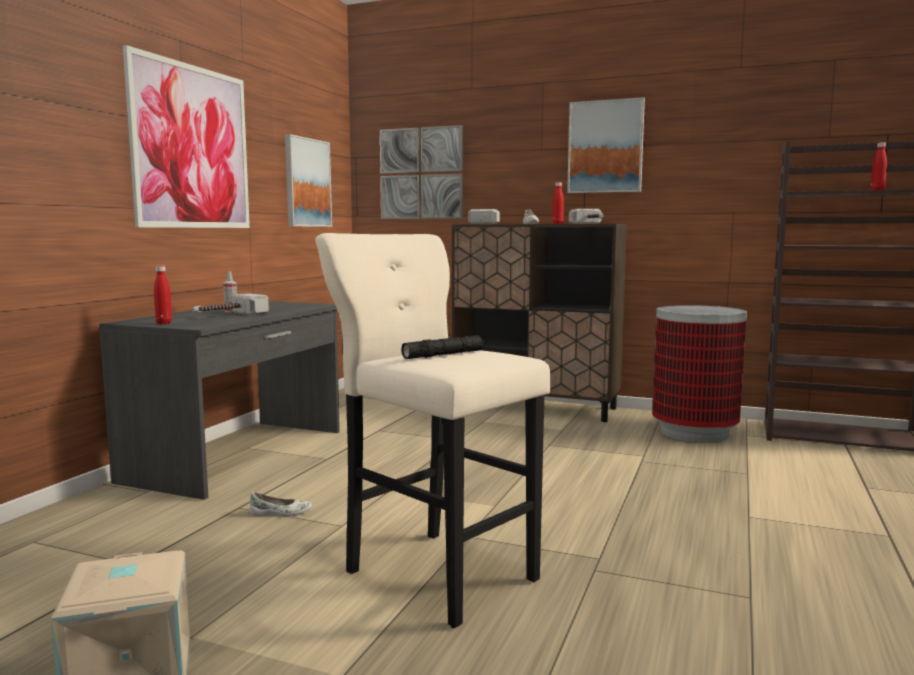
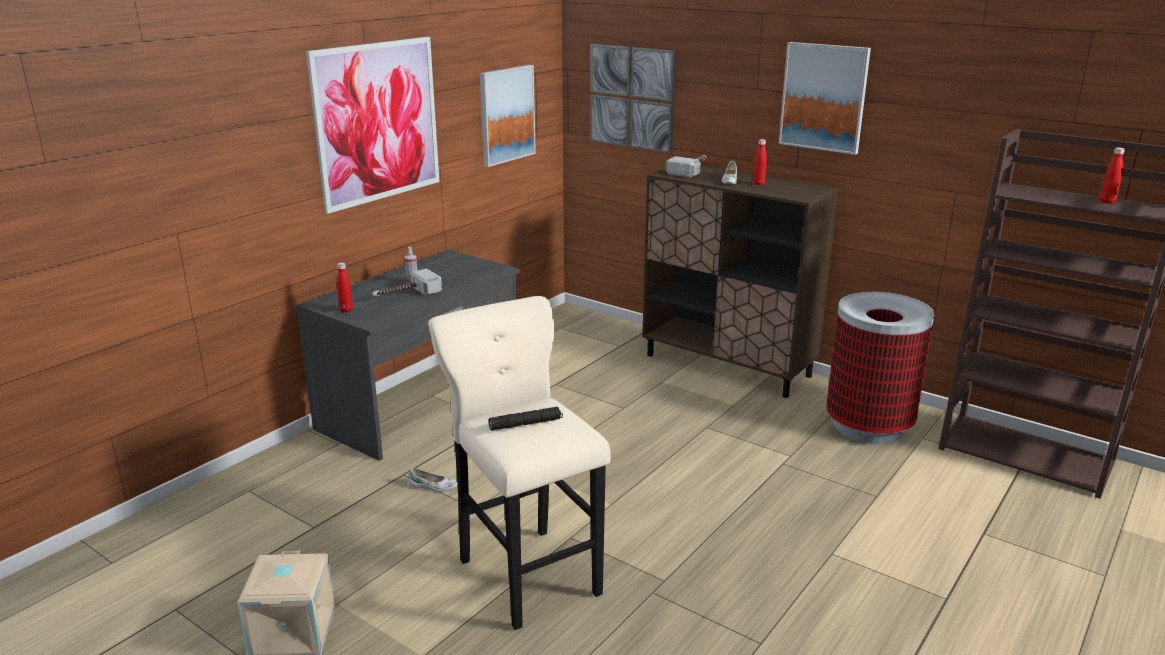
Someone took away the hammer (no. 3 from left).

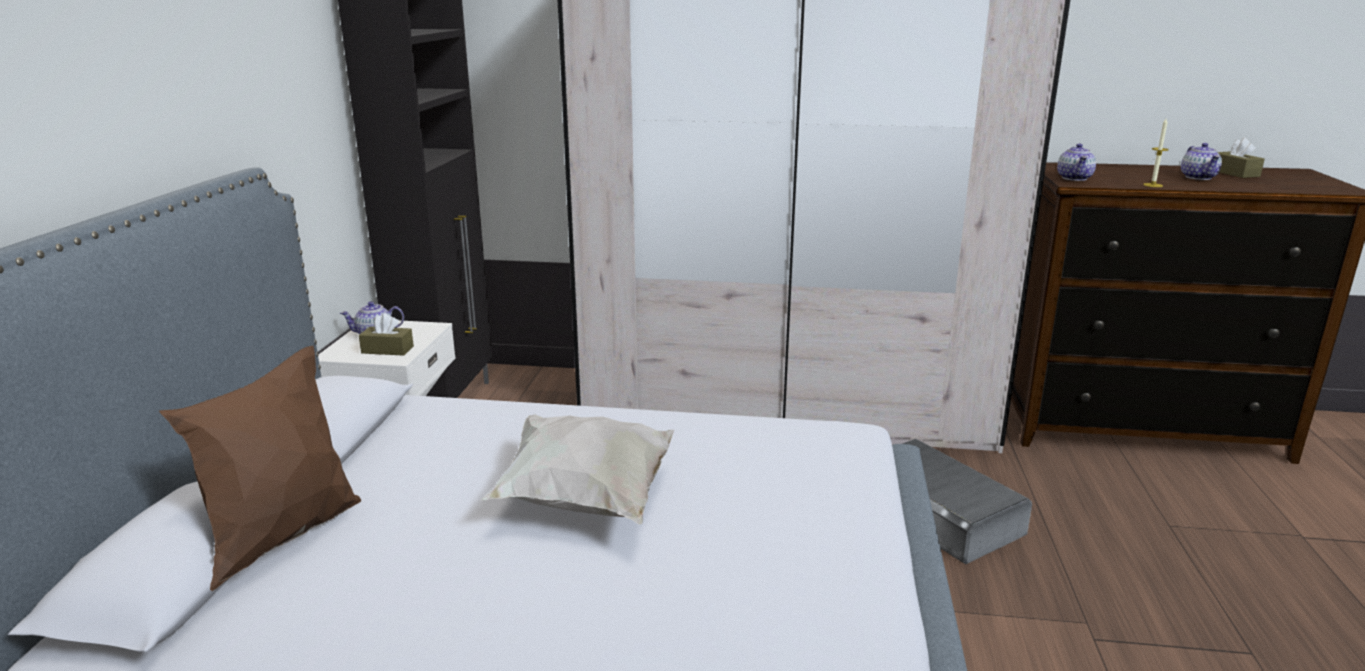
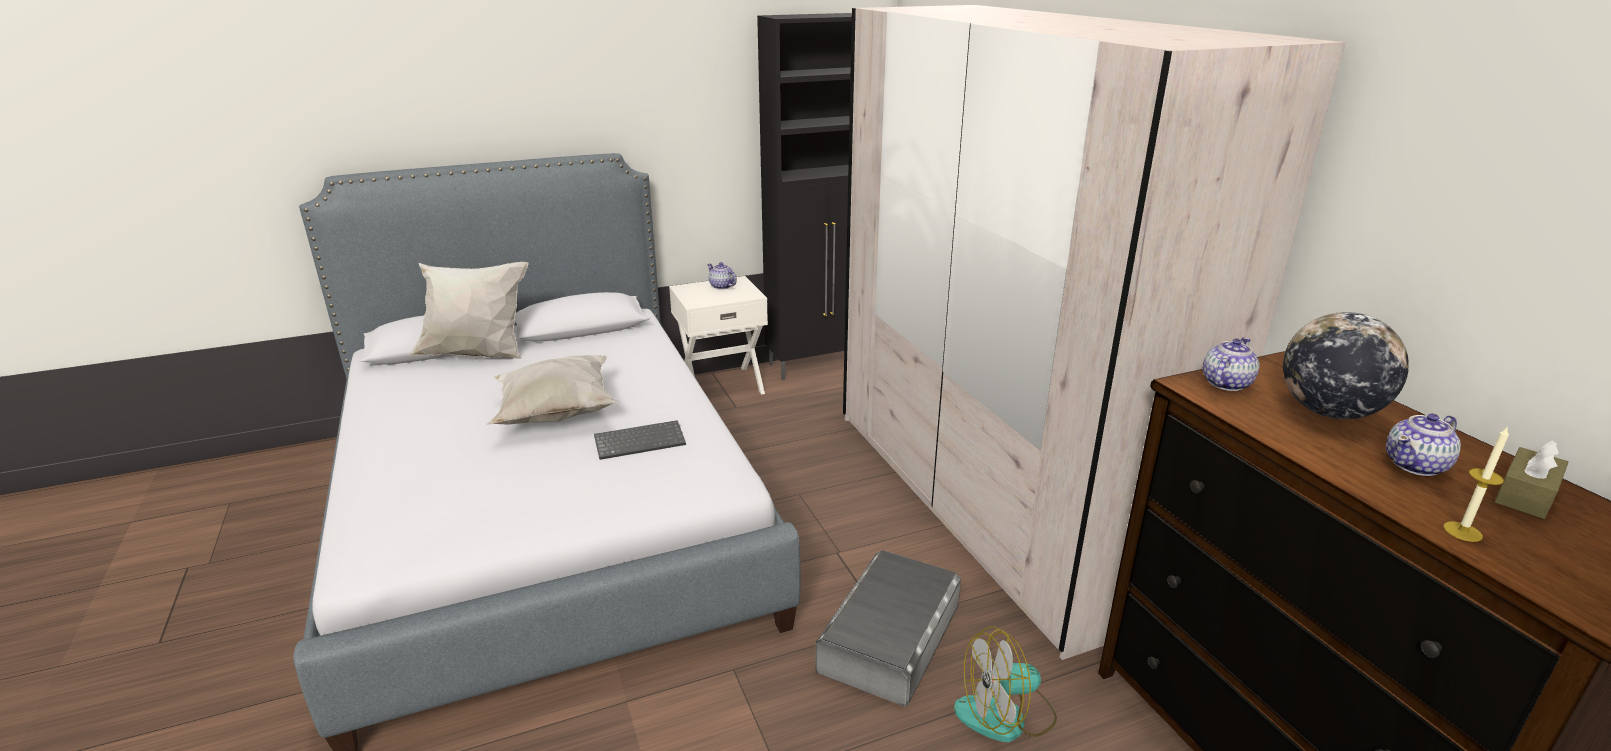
Someone took away the brown tissue box (no. 1 from left).
Someone put down the keyboard.
Someone put down the fan.
Someone put down the globe.
Someone carried the candle.
Someone repainted the brown pillow, which became the white pillow (no. 1 from left).
Someone rotated the teapot (no. 2 from left) by 150 degrees clockwise.

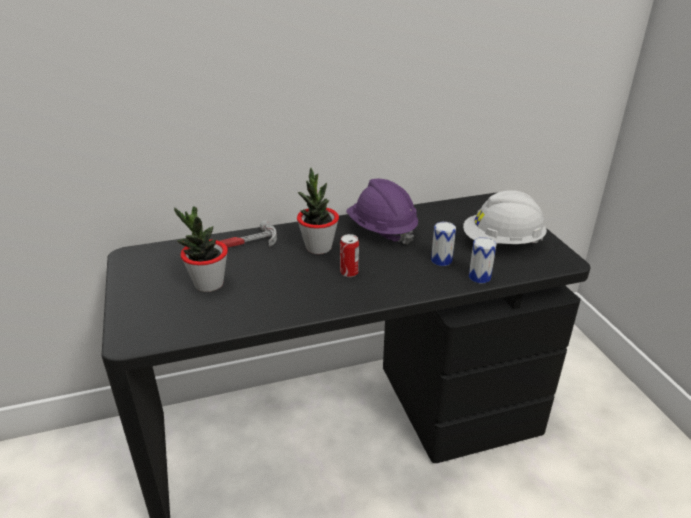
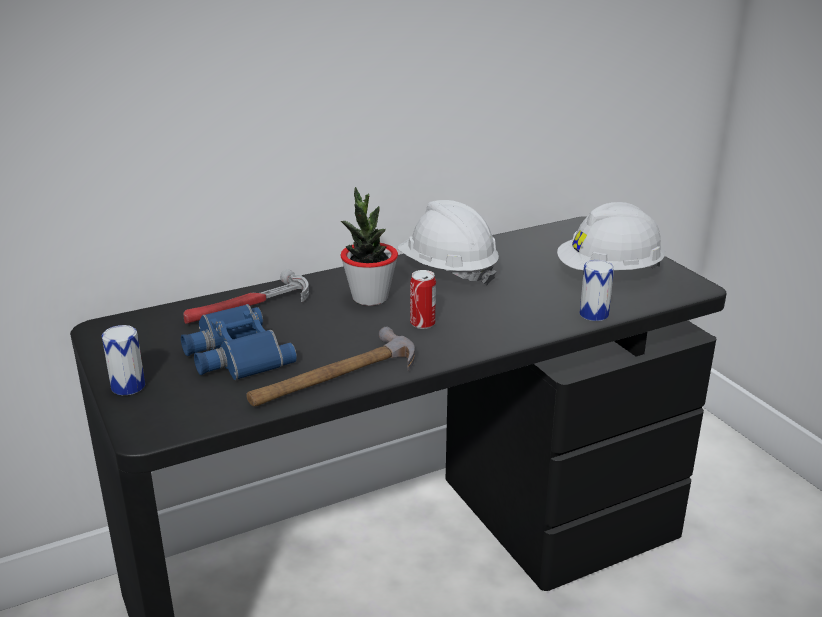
Someone put down the hammer (no. 2 from left).
Someone carried the can (no. 2 from left in the first image).
Someone swapped the potted plant (no. 1 from left) for the blue binoculars.
Someone repainted the purple hard hat, which became the white hard hat (no. 1 from left).

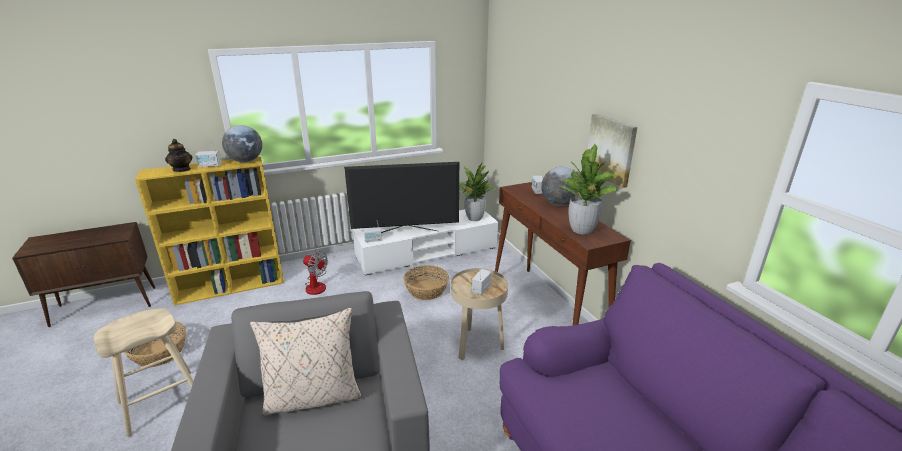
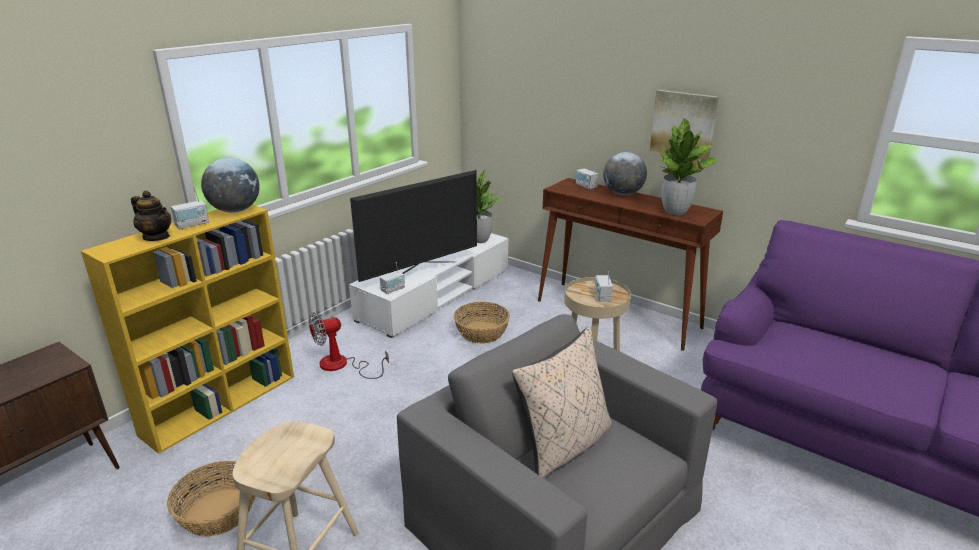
Someone rotated the fan by 150 degrees clockwise.

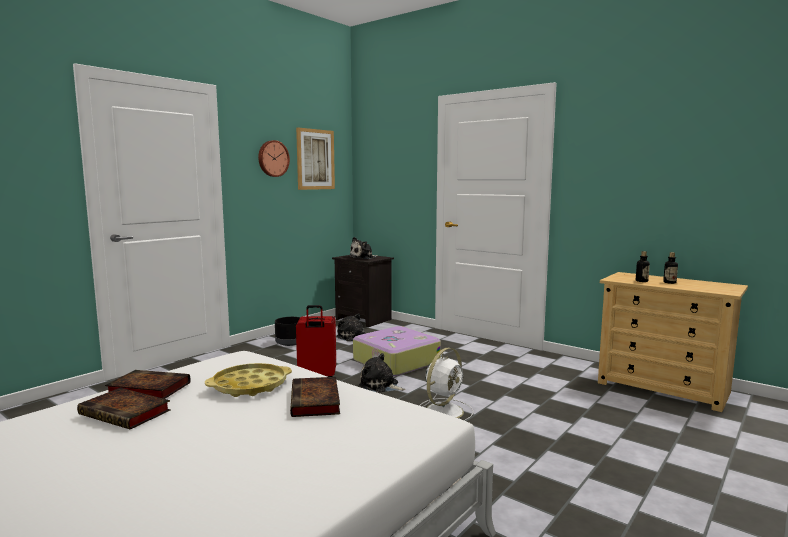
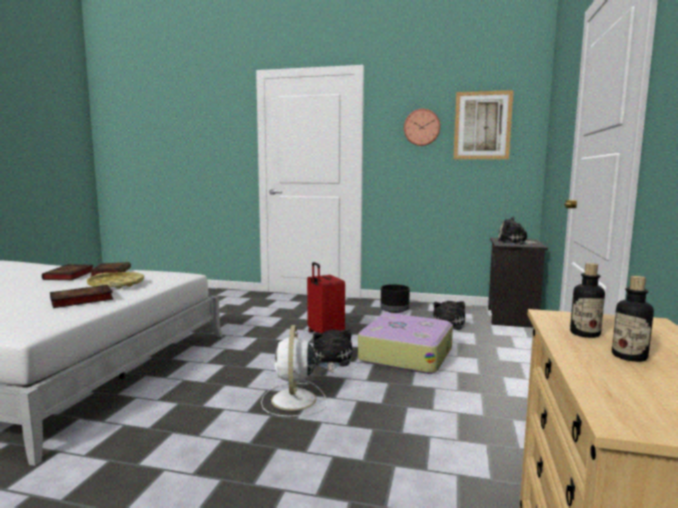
Someone rotated the white fan by 75 degrees clockwise.

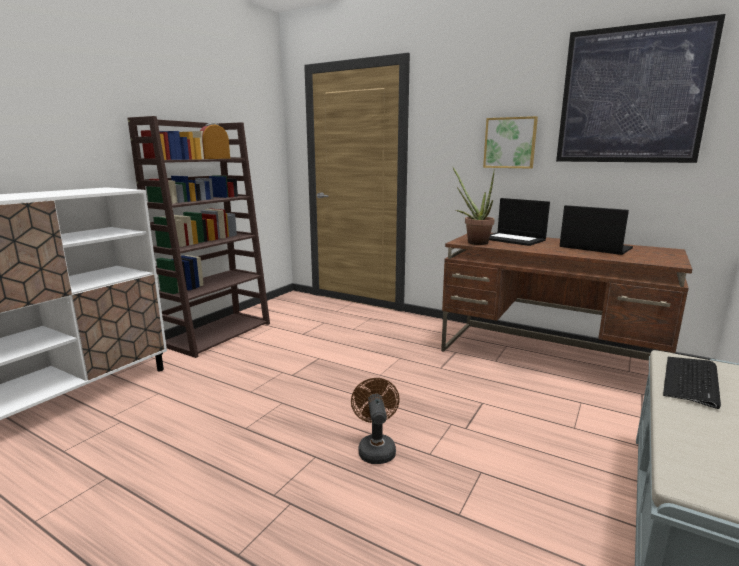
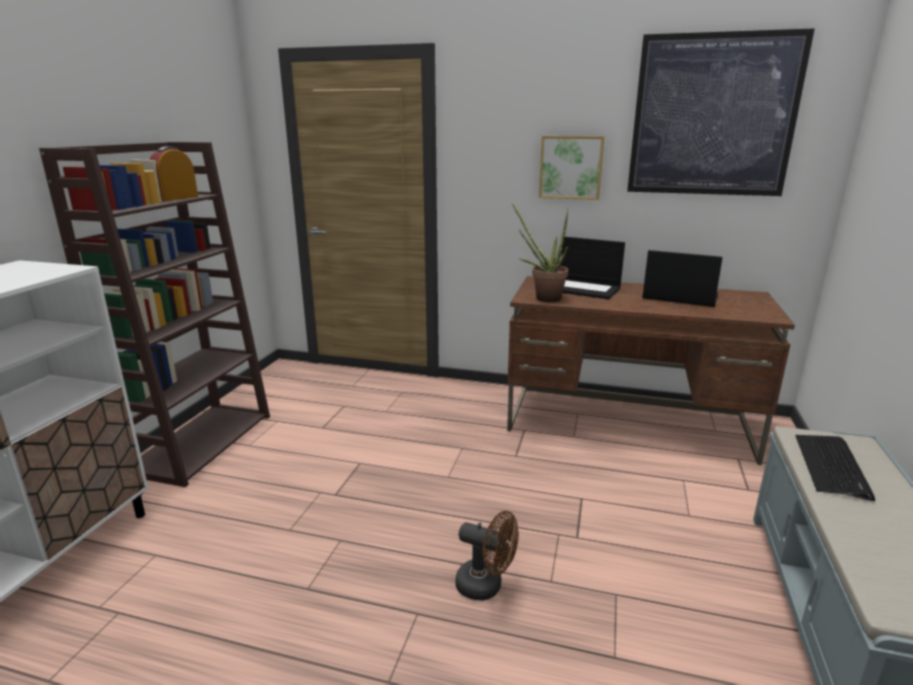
Someone rotated the brown fan by 135 degrees clockwise.

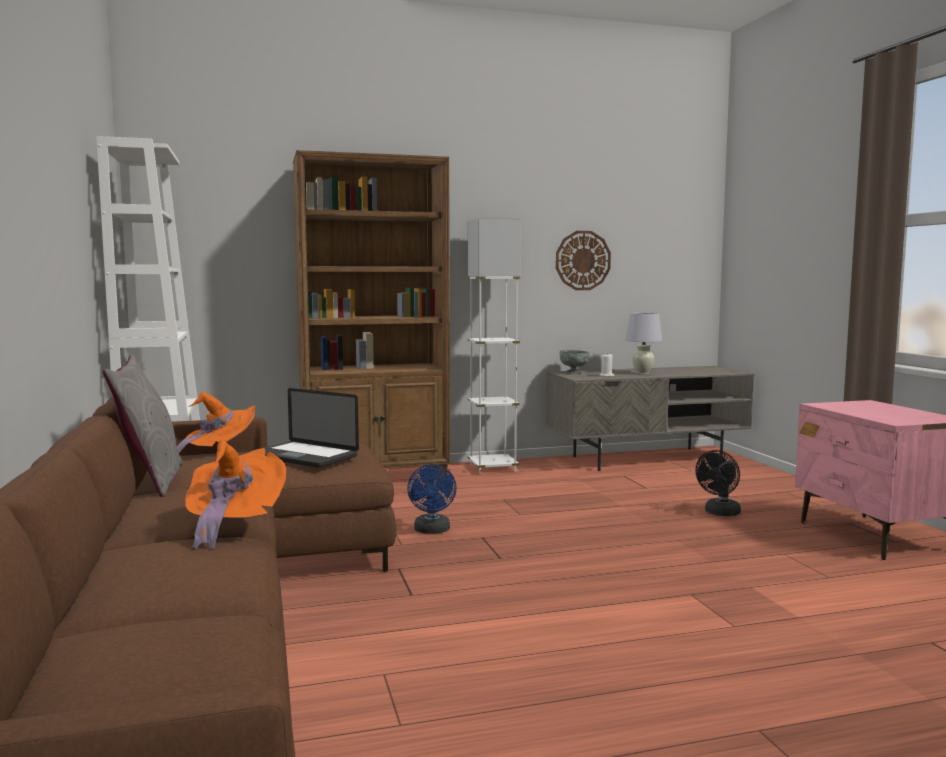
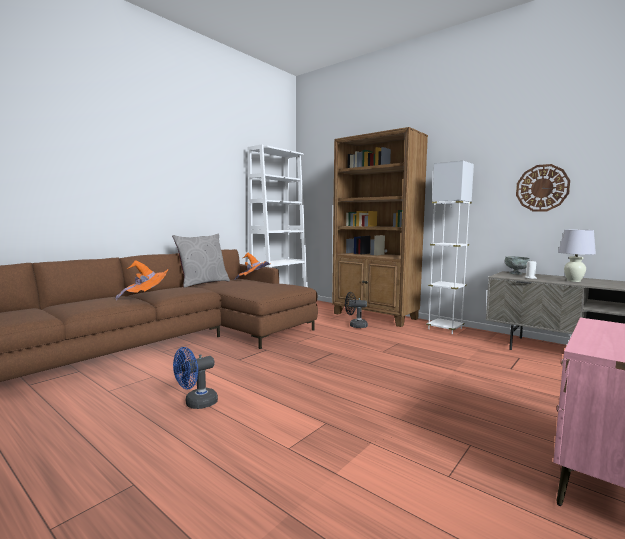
Someone took away the laptop.
Someone carried the blue fan.
Someone carried the black fan.

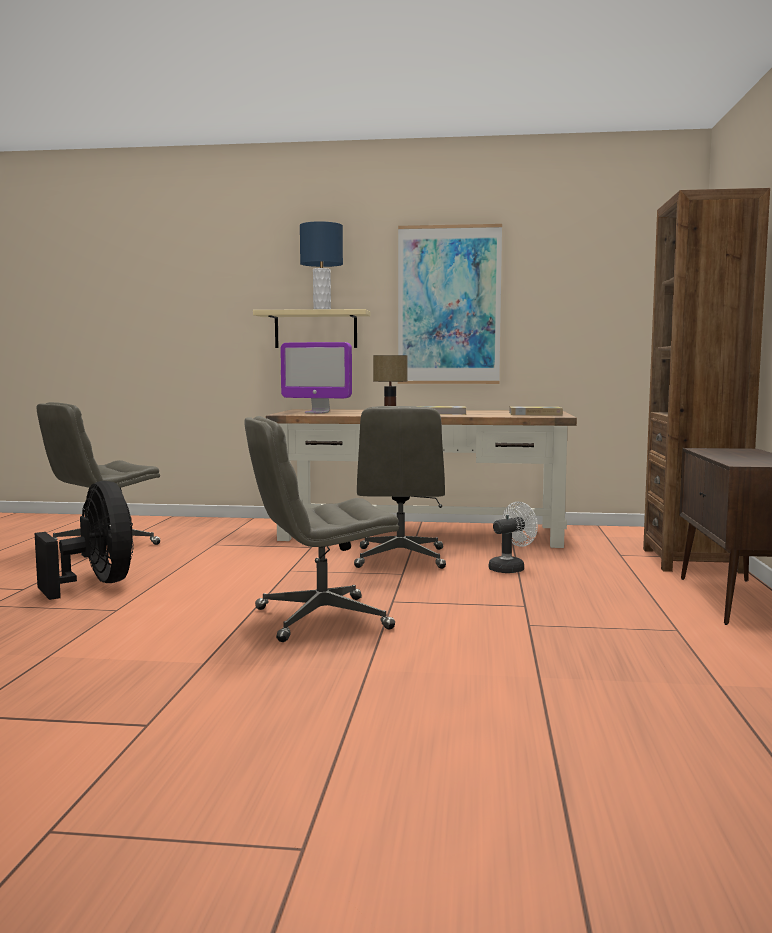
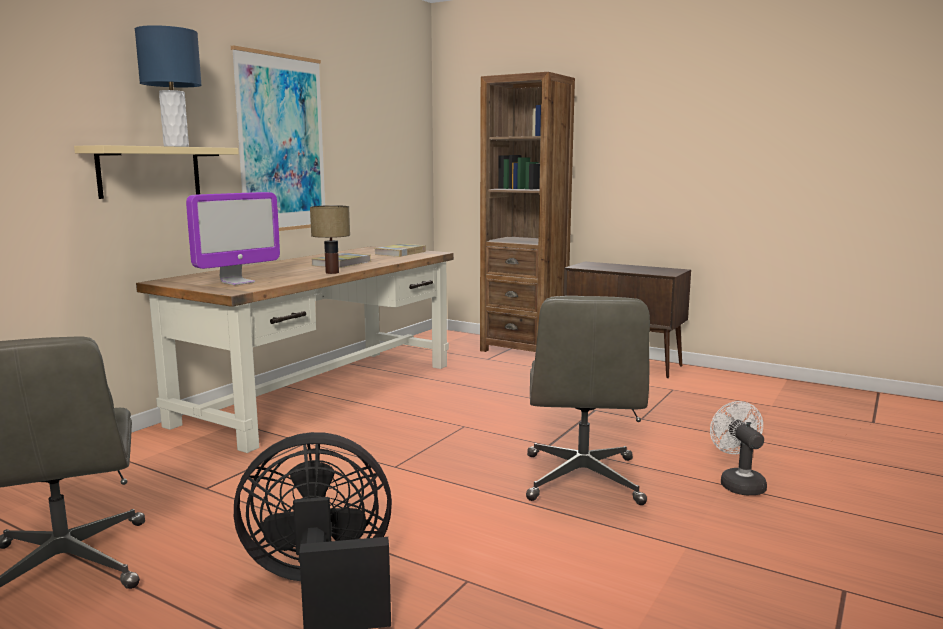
Someone took away the grey office chair (no. 3 from left).
Someone carried the white fan.

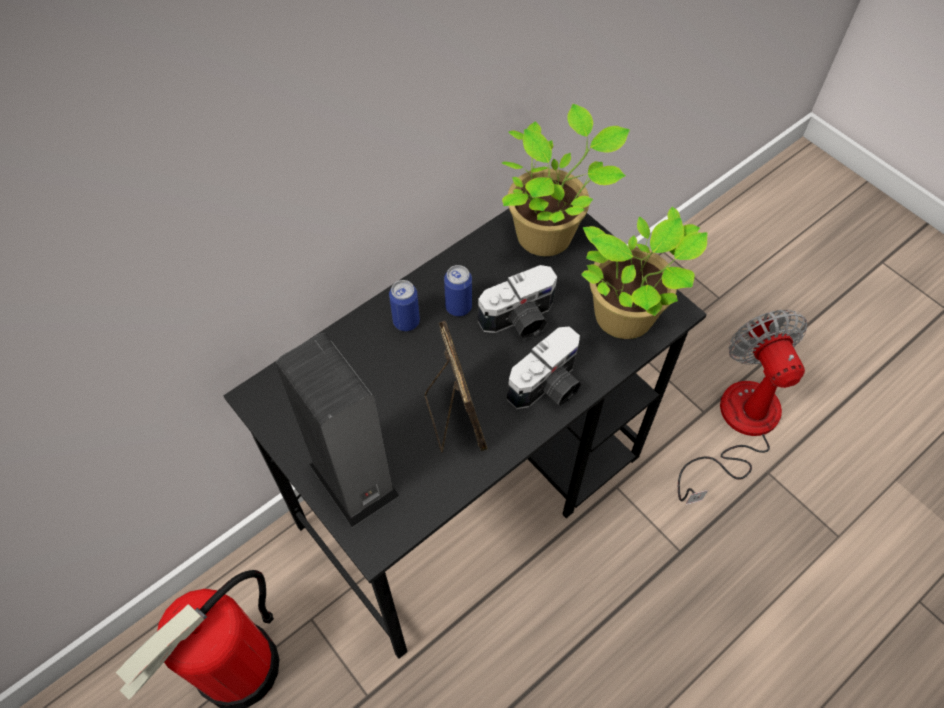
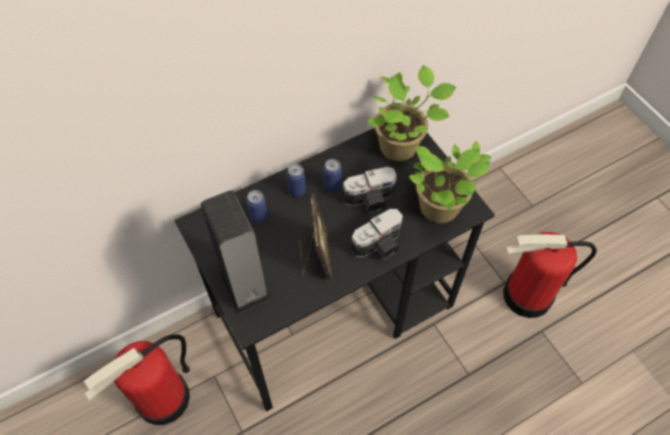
Someone put down the can (no. 1 from left).
Someone swapped the fan for the fire extinguisher (no. 2 from left).

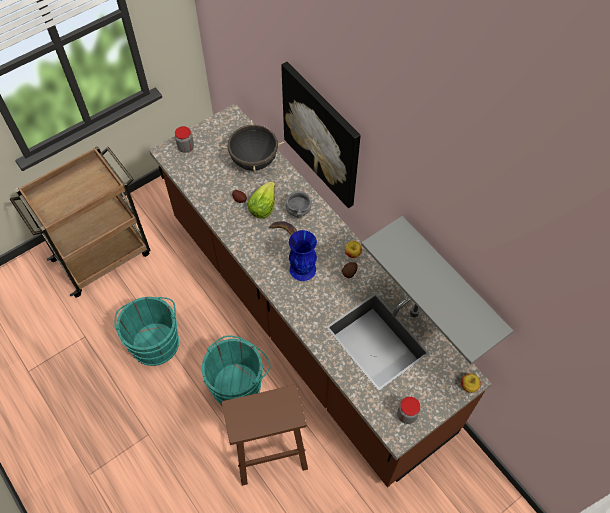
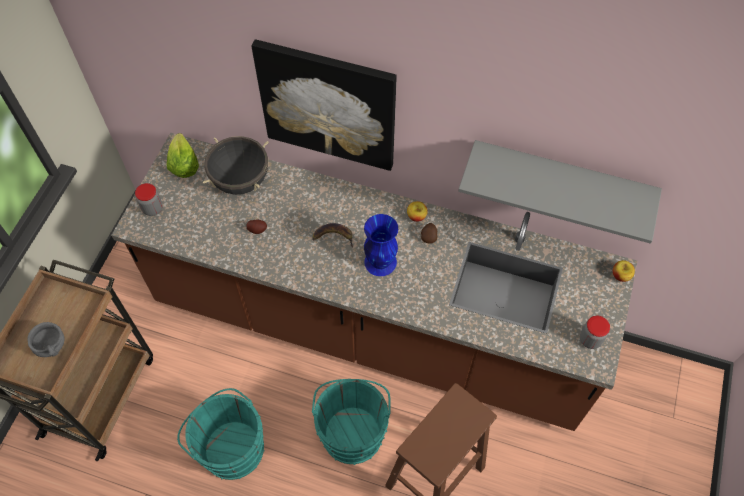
Someone carried the lettuce.
Someone carried the grey bowl.

